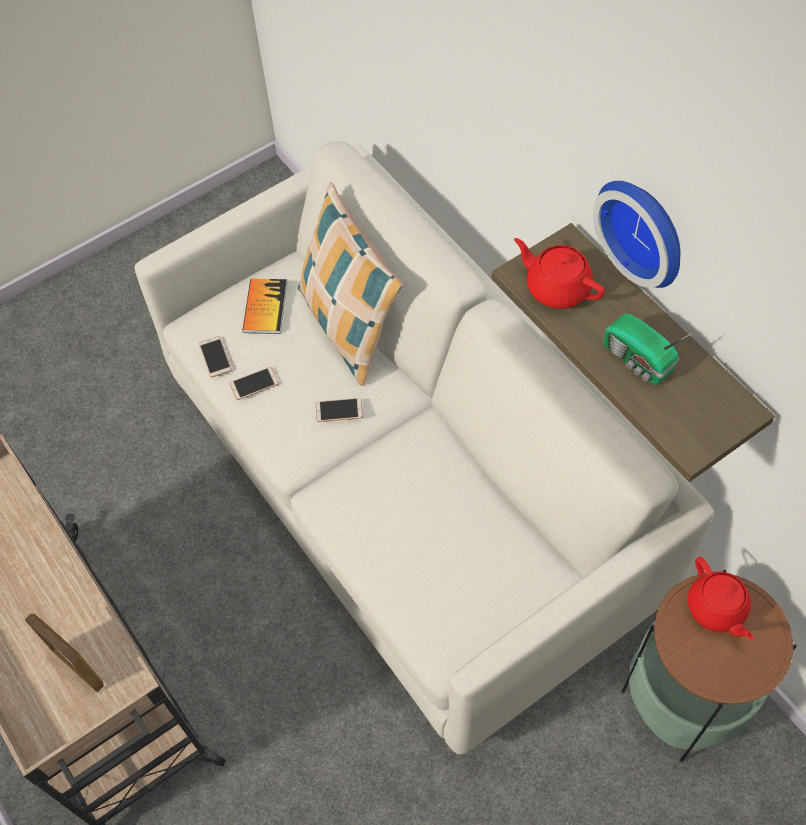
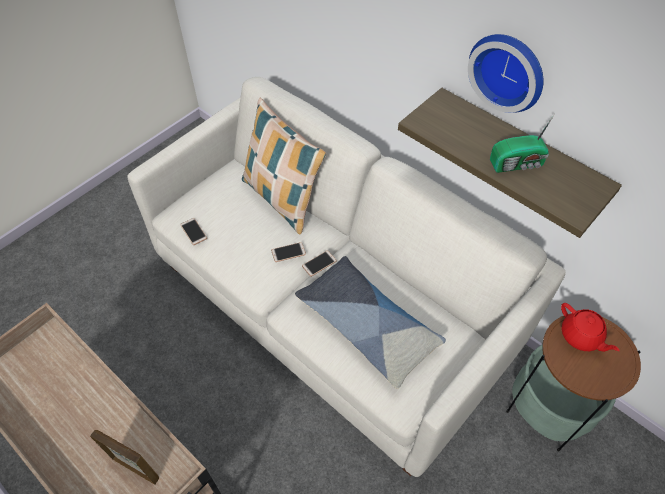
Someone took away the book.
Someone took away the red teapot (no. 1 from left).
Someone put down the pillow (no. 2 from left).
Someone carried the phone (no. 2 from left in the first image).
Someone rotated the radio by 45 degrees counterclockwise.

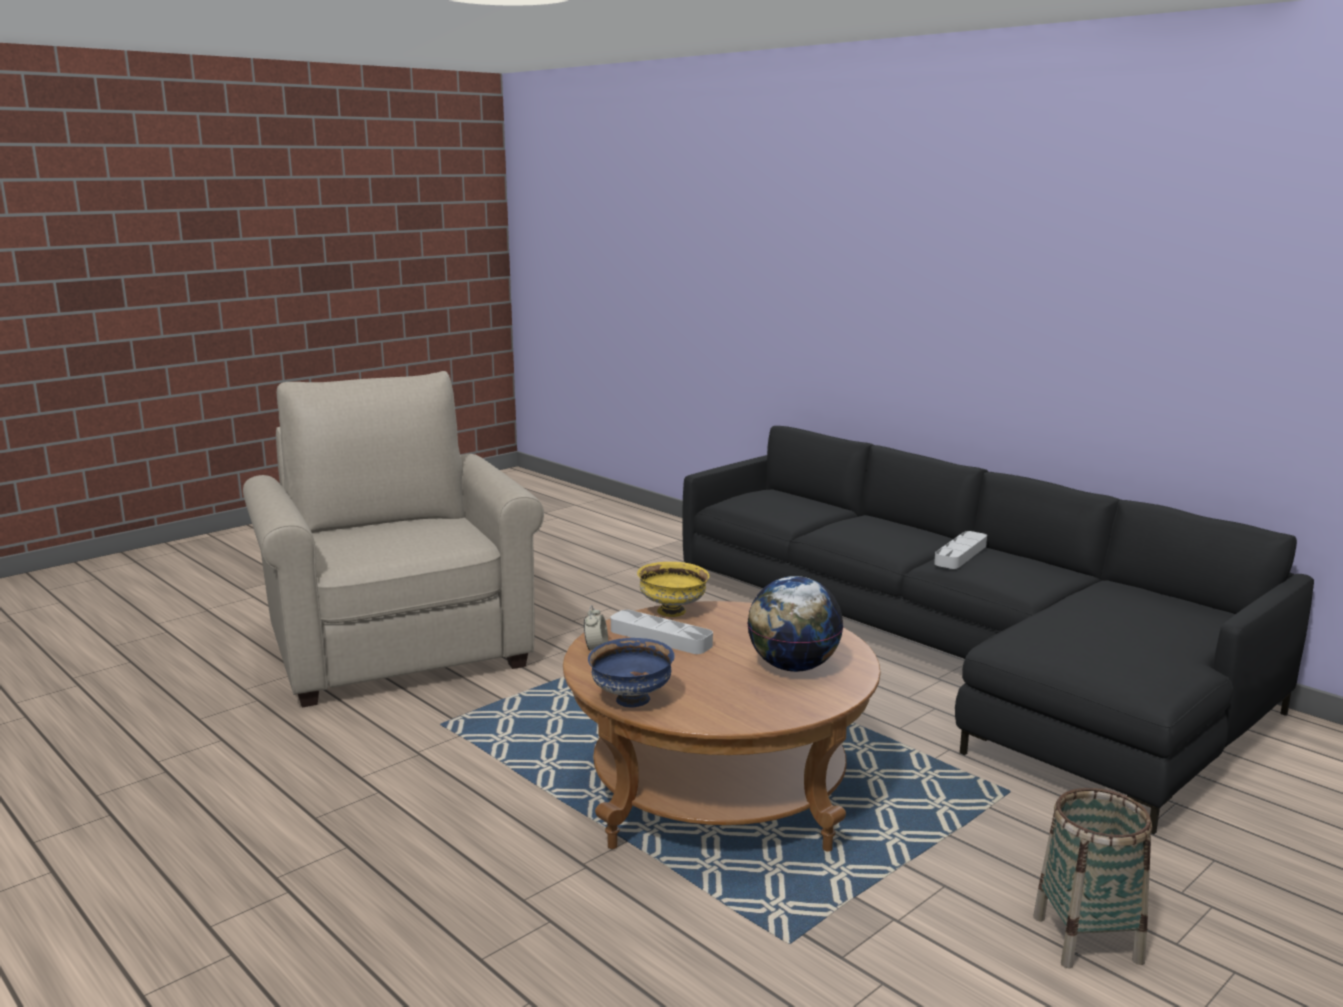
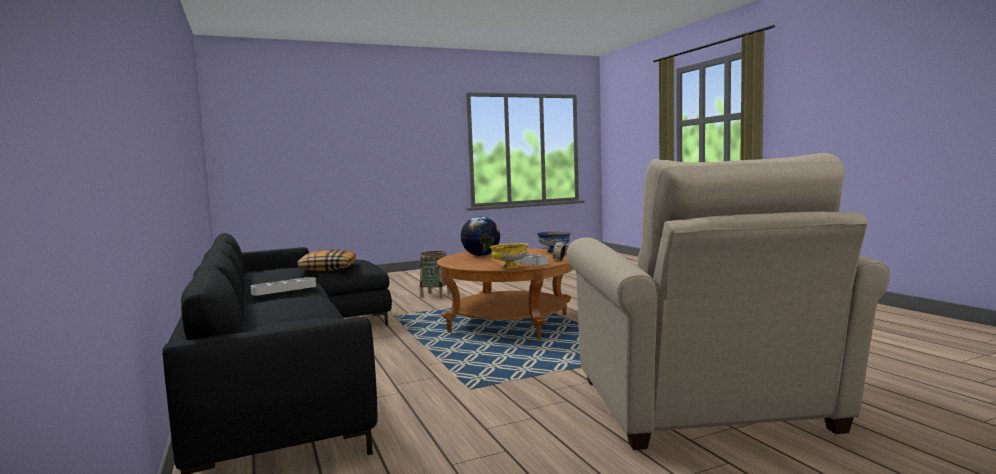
Someone put down the pillow.

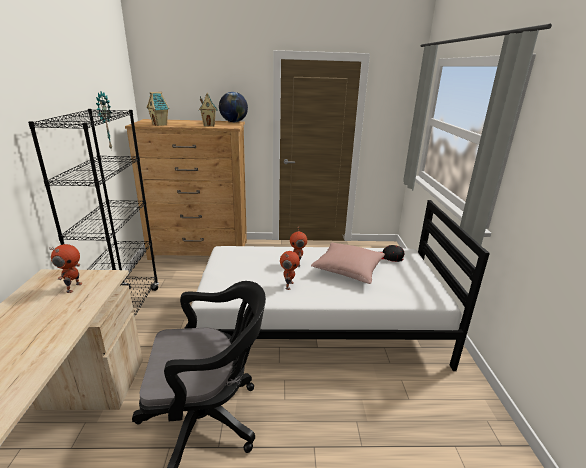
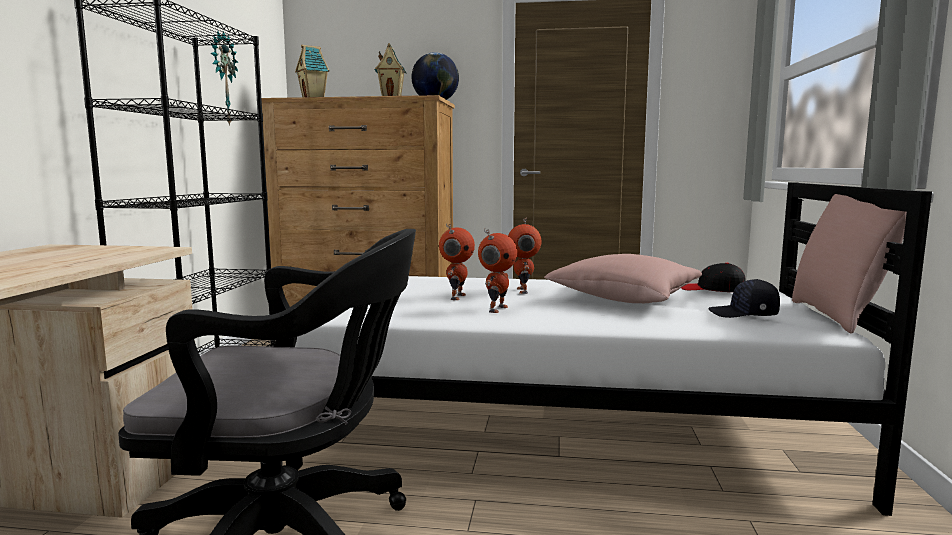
Someone put down the black cap (no. 2 from left).
Someone put down the pink pillow (no. 2 from left).
Someone carried the toy robot (no. 1 from left).

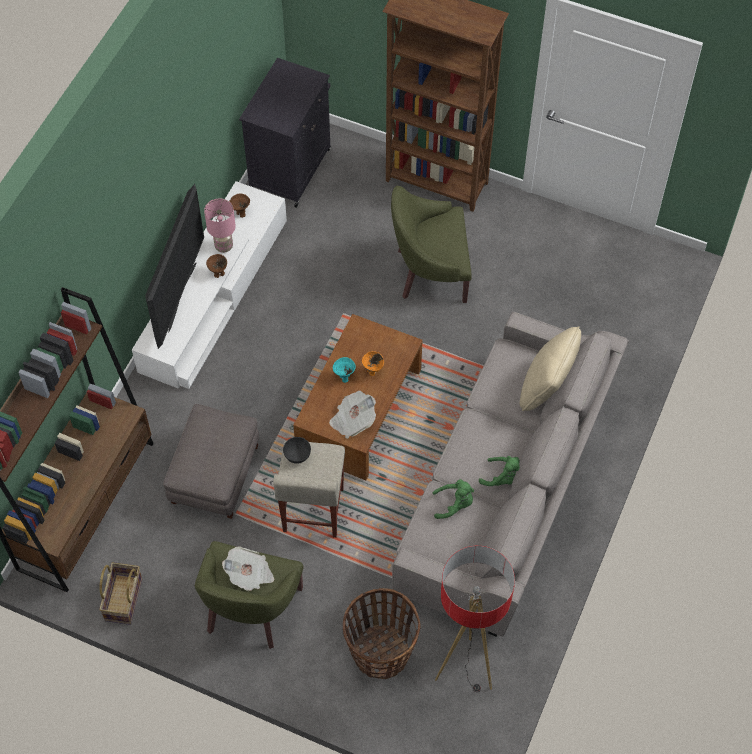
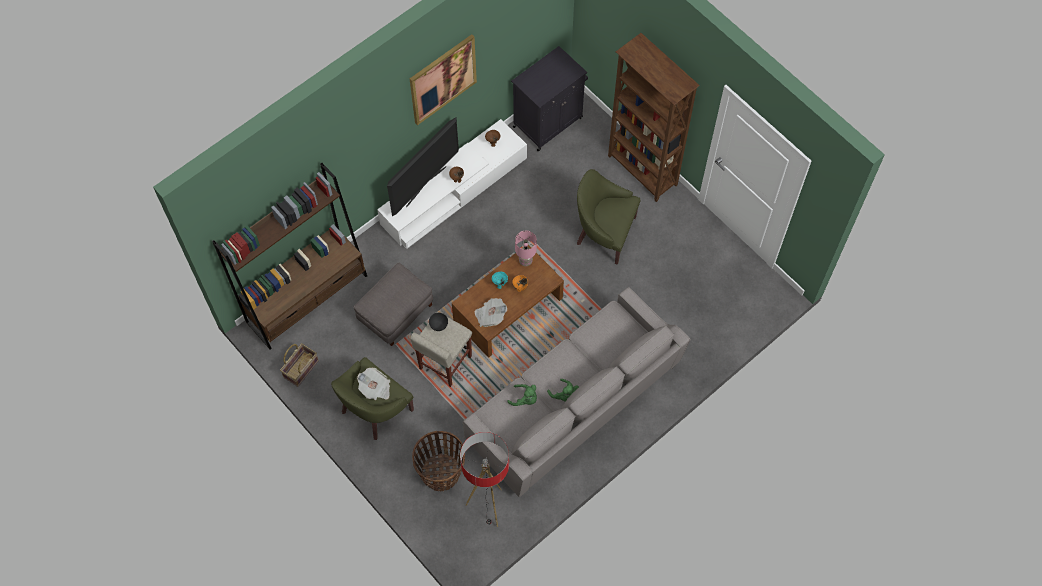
Someone took away the beige pillow.
Someone put up the picture.
Someone carried the pink table lamp.

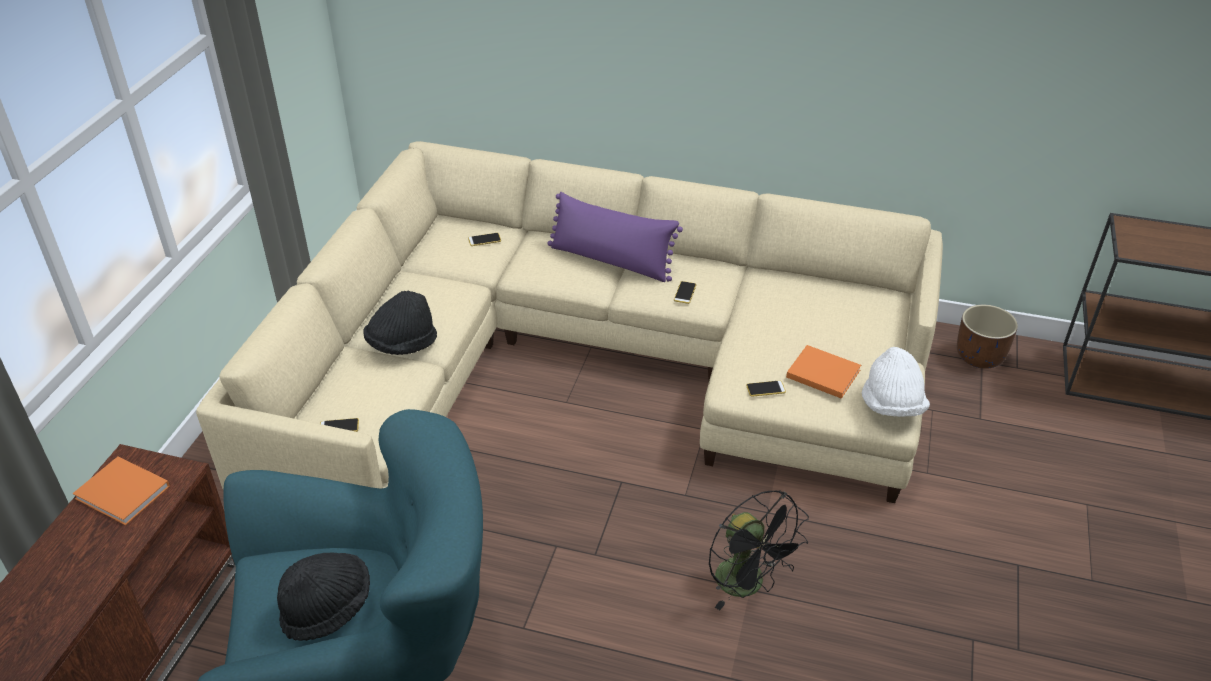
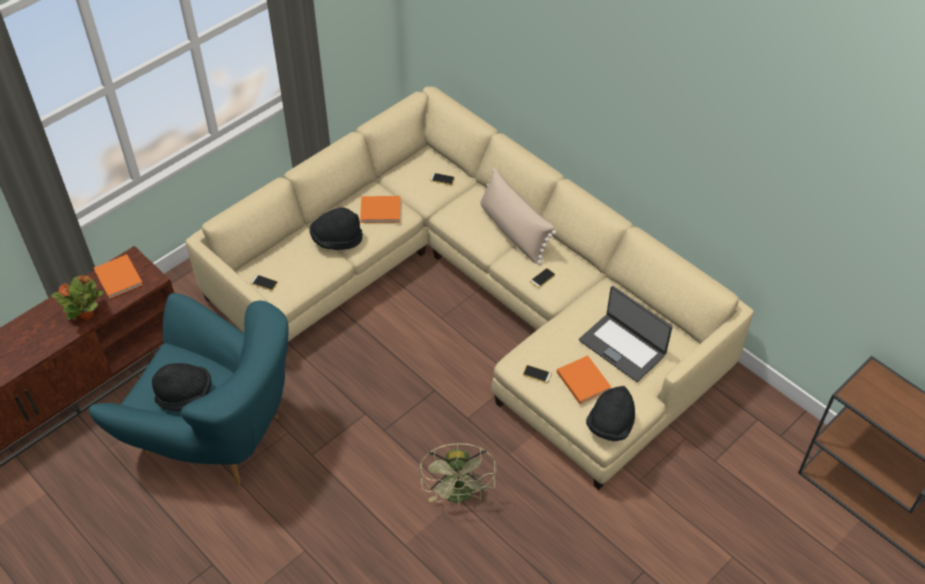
Someone took away the brown planter.
Someone put down the potted plant.
Someone put down the orange book (no. 2 from left).
Someone put down the laptop.
Someone repainted the purple pillow, which became the beige pillow.
Someone repainted the black fan, which became the green fan.
Someone repainted the white hat, which became the black hat (no. 3 from left).

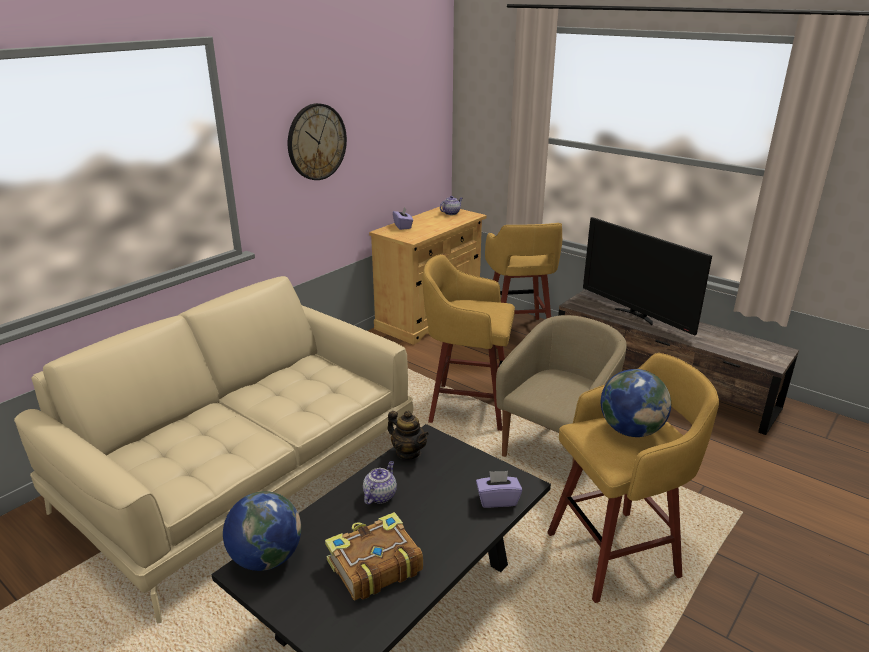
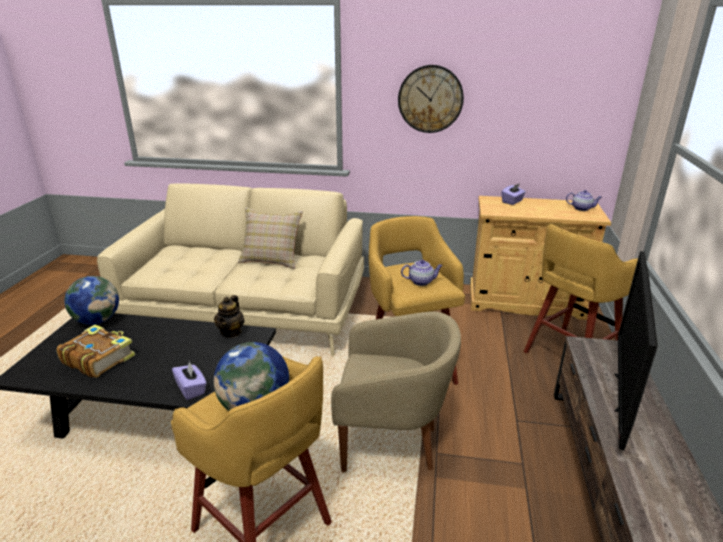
Someone put down the beige pillow.
Someone carried the teapot (no. 1 from left in the first image).

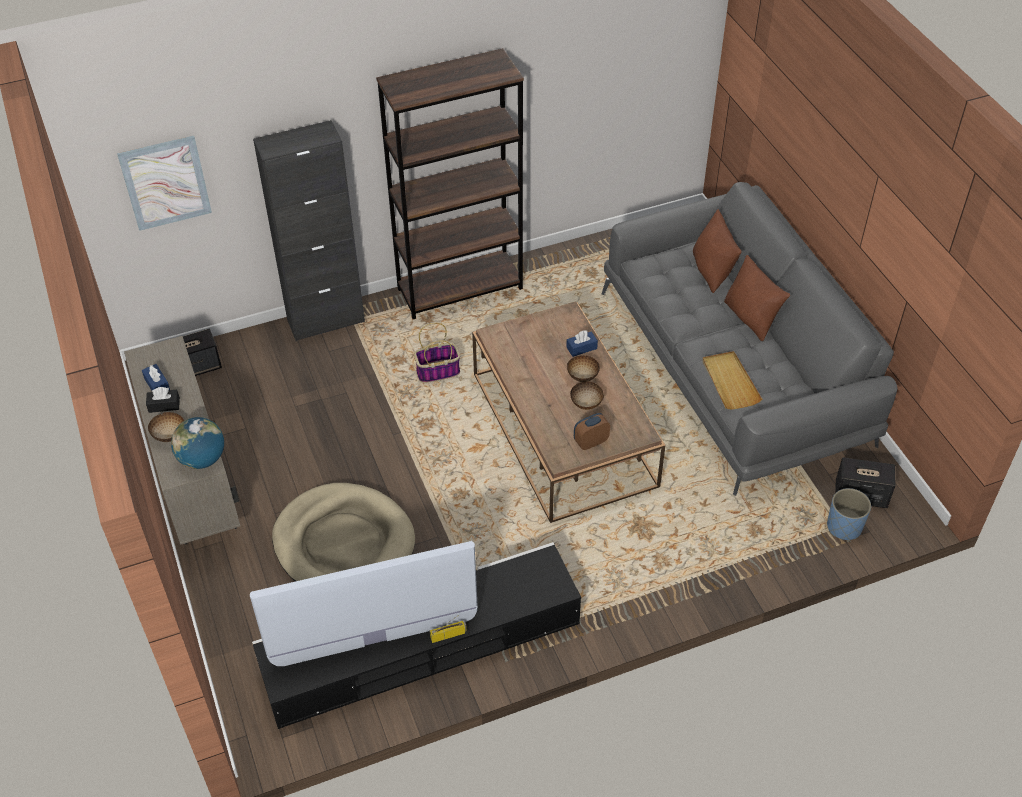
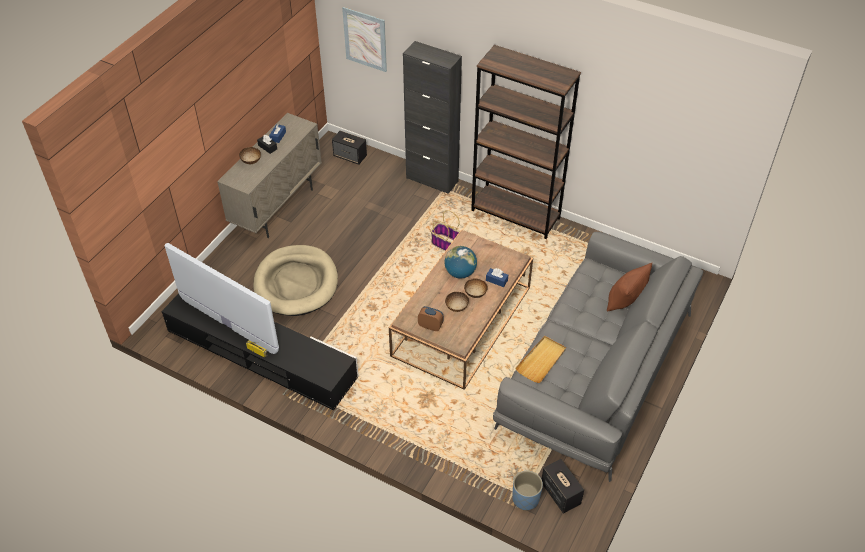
Someone took away the brown pillow (no. 2 from left).
Someone carried the globe.

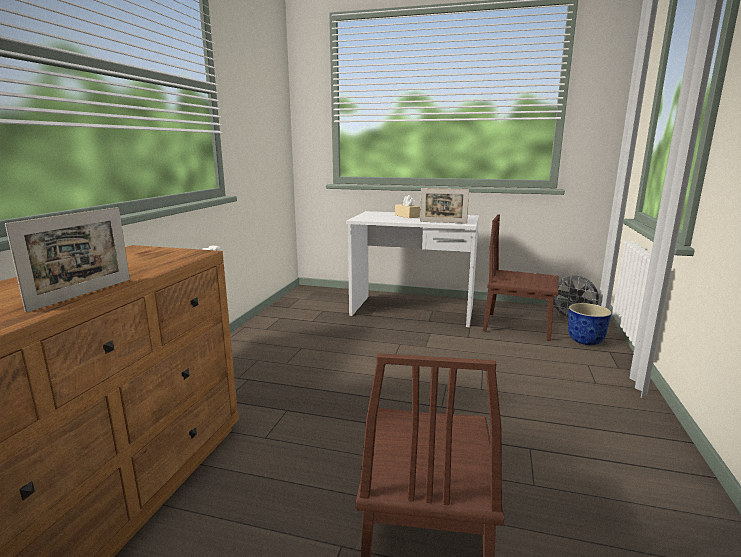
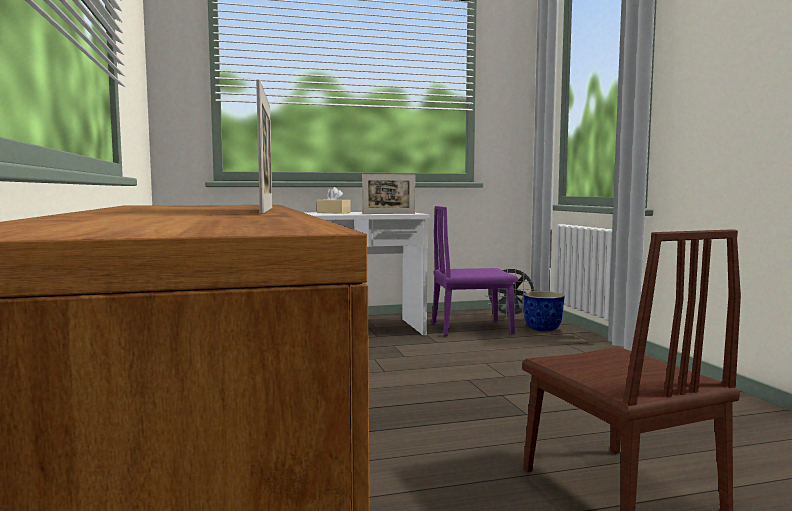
Someone repainted the brown chair (no. 2 from left), which became the purple chair.

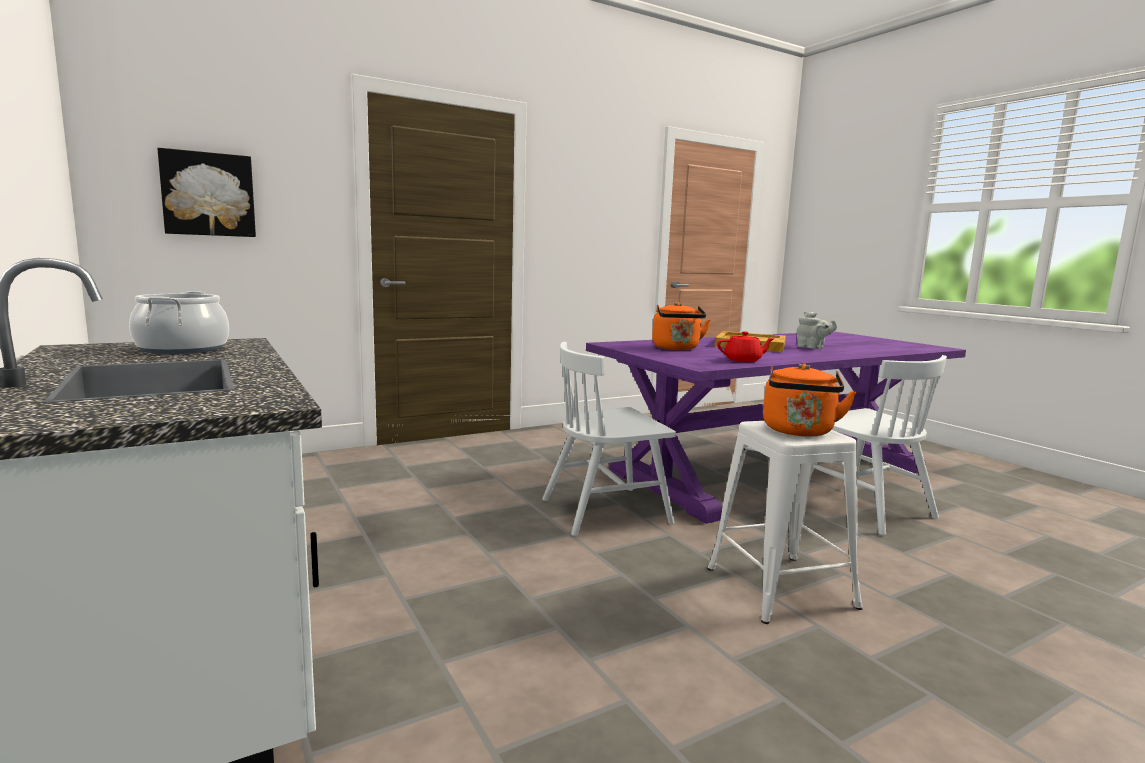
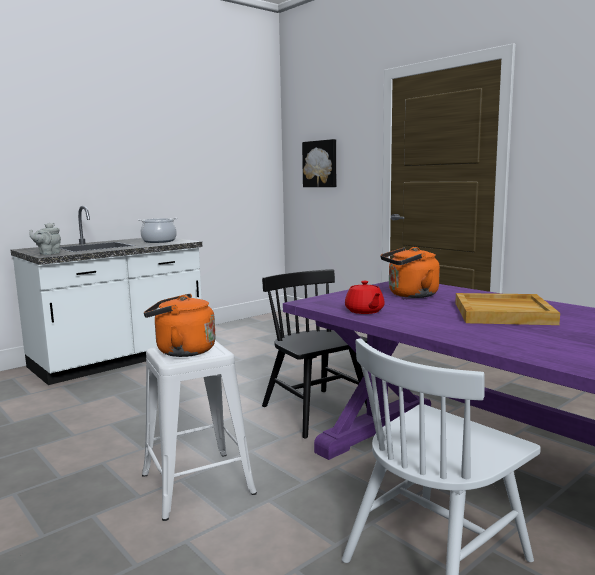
Someone carried the grey teapot.
Someone repainted the white chair (no. 1 from left), which became the black chair.

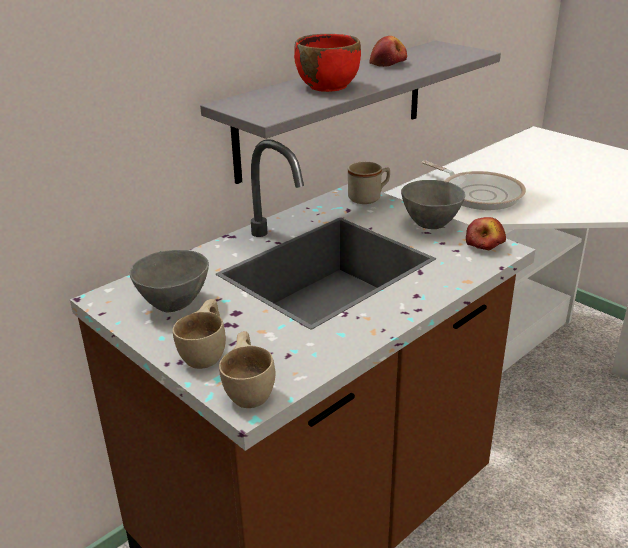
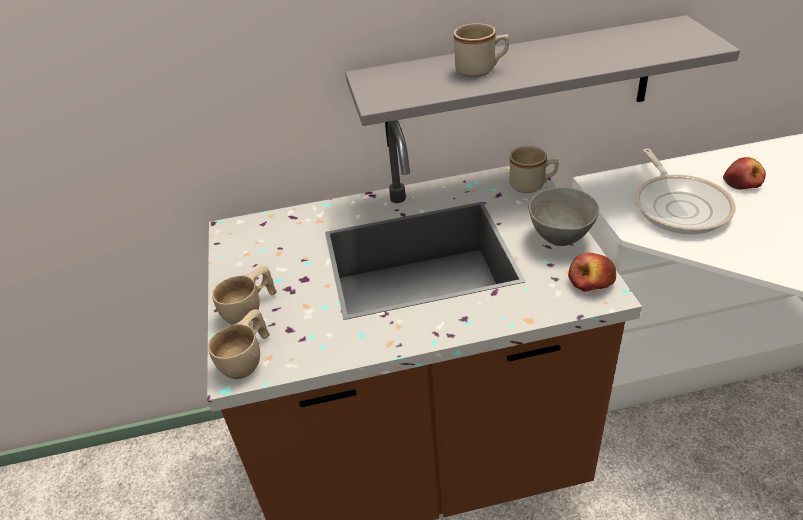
Someone took away the grey bowl (no. 1 from left).
Someone carried the apple (no. 1 from left in the first image).
Someone swapped the red bowl for the beige mug (no. 1 from left).

